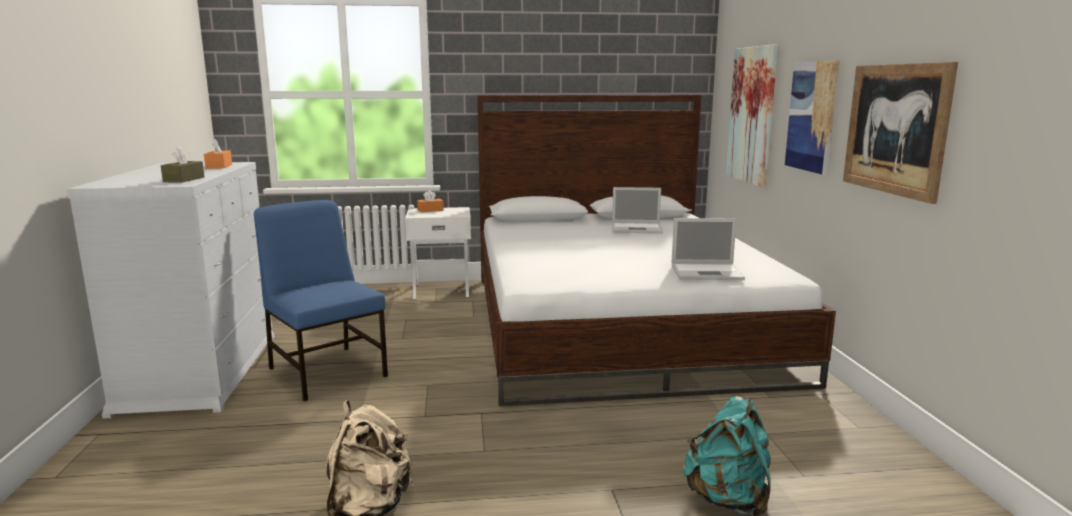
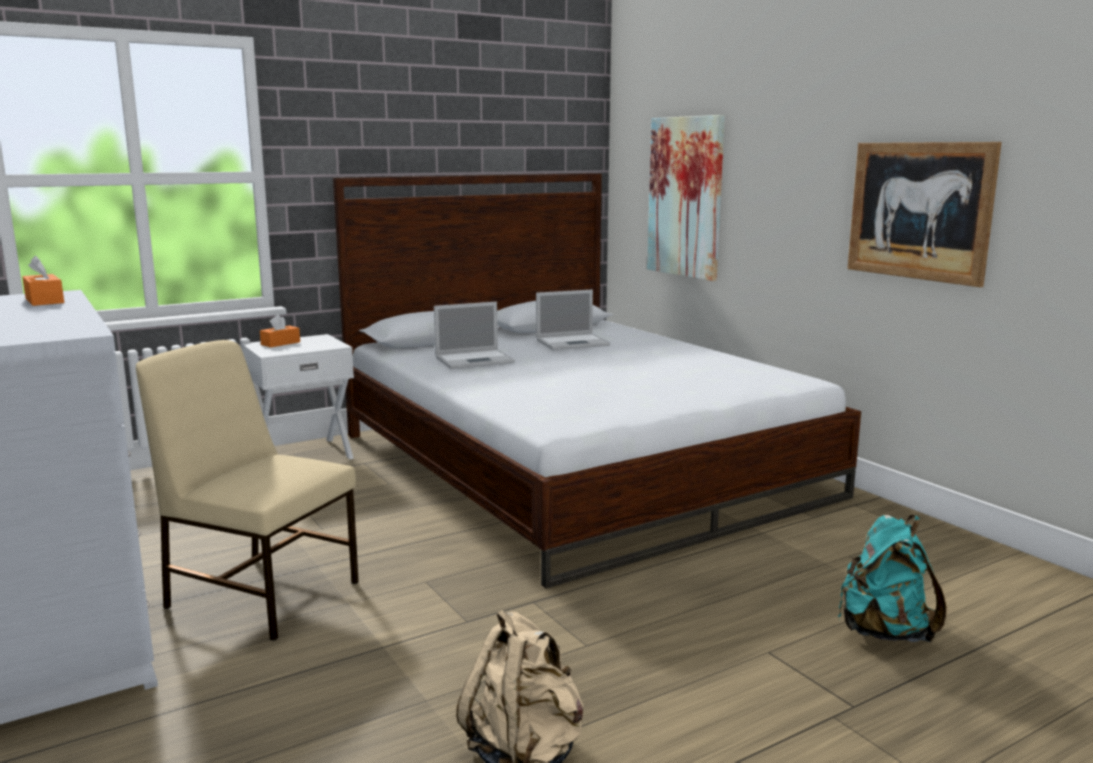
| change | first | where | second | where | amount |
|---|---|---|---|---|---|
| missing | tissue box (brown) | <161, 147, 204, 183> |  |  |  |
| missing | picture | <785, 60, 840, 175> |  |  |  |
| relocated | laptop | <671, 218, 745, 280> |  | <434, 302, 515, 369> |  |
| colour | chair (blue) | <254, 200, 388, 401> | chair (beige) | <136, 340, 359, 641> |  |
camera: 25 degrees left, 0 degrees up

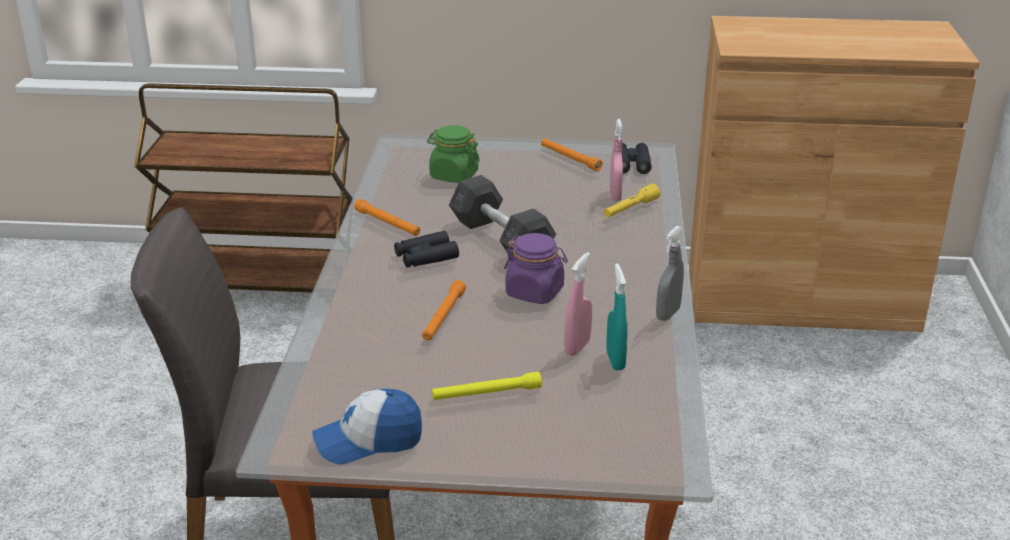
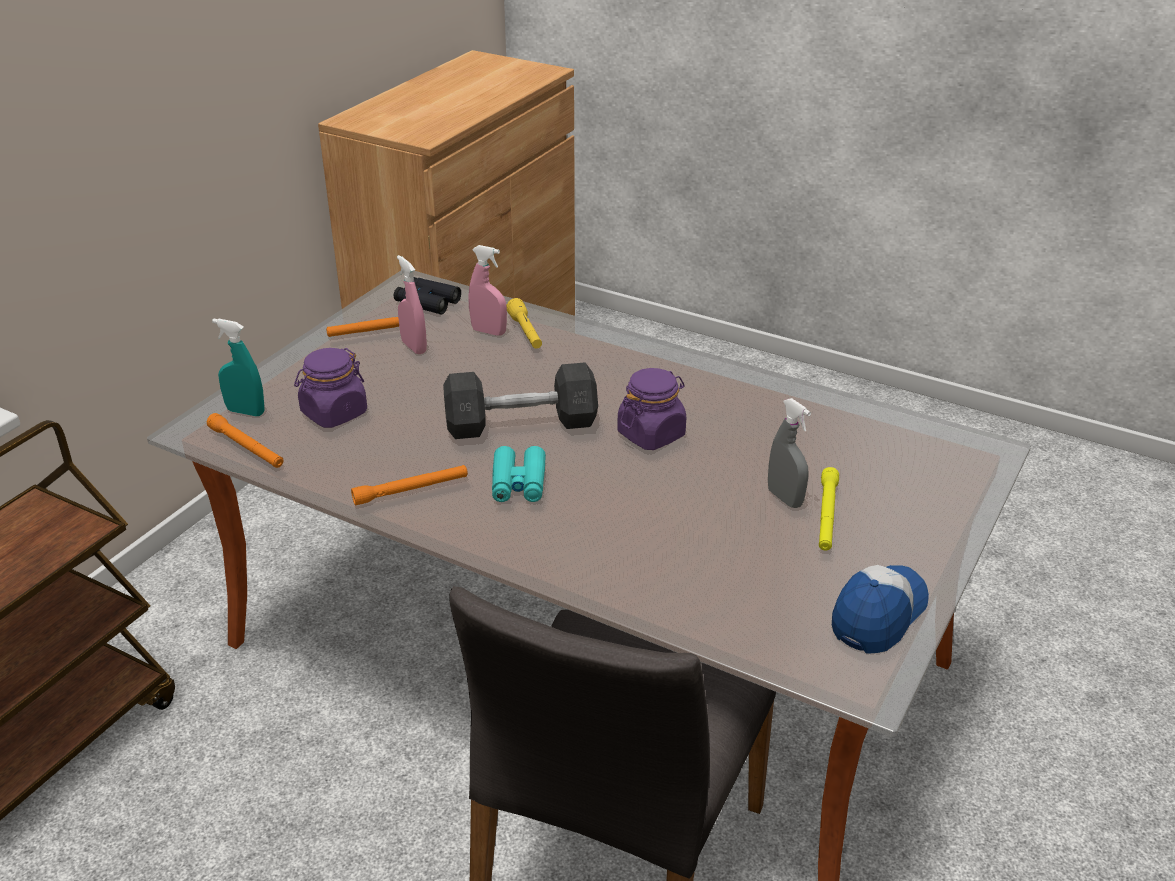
| change | first | where | second | where | amount |
|---|---|---|---|---|---|
| relocated | flashlight (orange) | <422, 280, 466, 340> |  | <207, 413, 284, 468> |  |
| relocated | spray bottle (pink) | <564, 252, 592, 356> |  | <397, 255, 427, 354> |  |
| relocated | spray bottle (turquoise) | <606, 263, 628, 370> |  | <212, 319, 265, 416> |  |
| relocated | spray bottle (grey) | <656, 226, 684, 321> |  | <768, 398, 811, 508> |  |
| colour | binoculars (black) | <394, 231, 459, 268> | binoculars (turquoise) | <492, 446, 546, 502> |  |
| colour | jar (green) | <427, 125, 480, 183> | jar (purple) | <294, 348, 367, 428> |  |
| spun | cap | <312, 389, 422, 465> |  | <832, 565, 929, 654> | 150 degrees counterclockwise |
camera: 65 degrees left, 5 degrees up

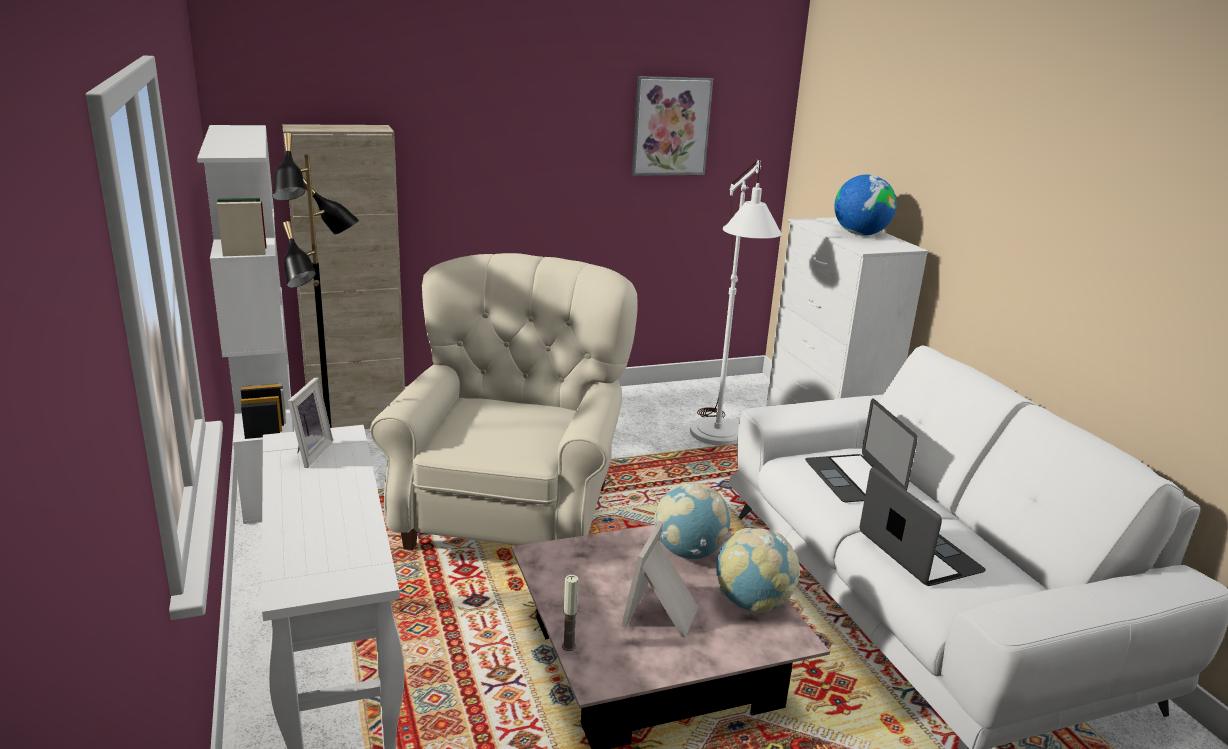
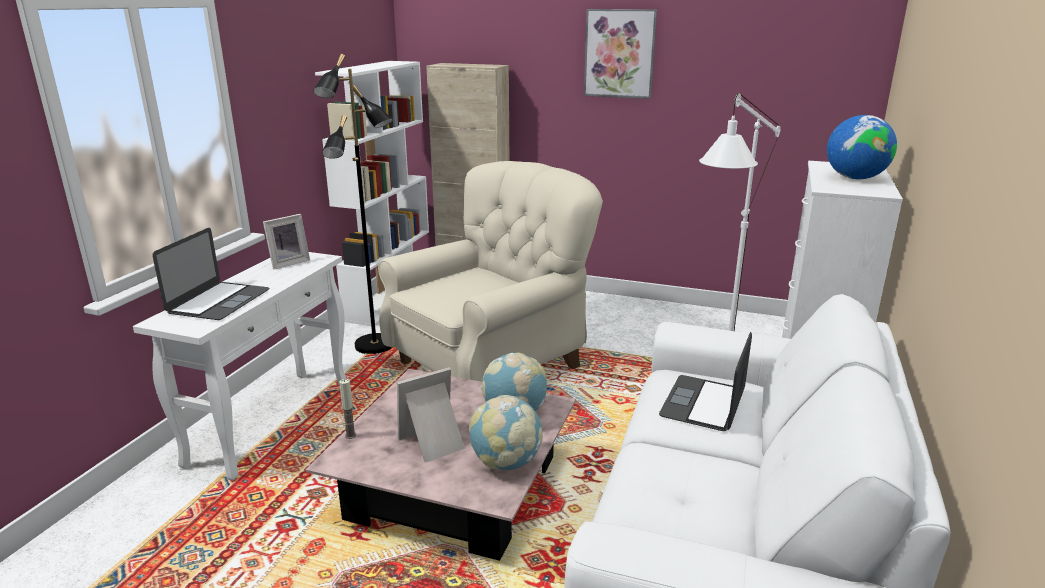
| change | first | where | second | where | amount |
|---|---|---|---|---|---|
| relocated | picture | <632, 76, 713, 176> |  | <584, 9, 657, 99> |  |
| relocated | laptop | <860, 467, 986, 586> |  | <152, 228, 269, 320> |  |
camera: 40 degrees right, 0 degrees up

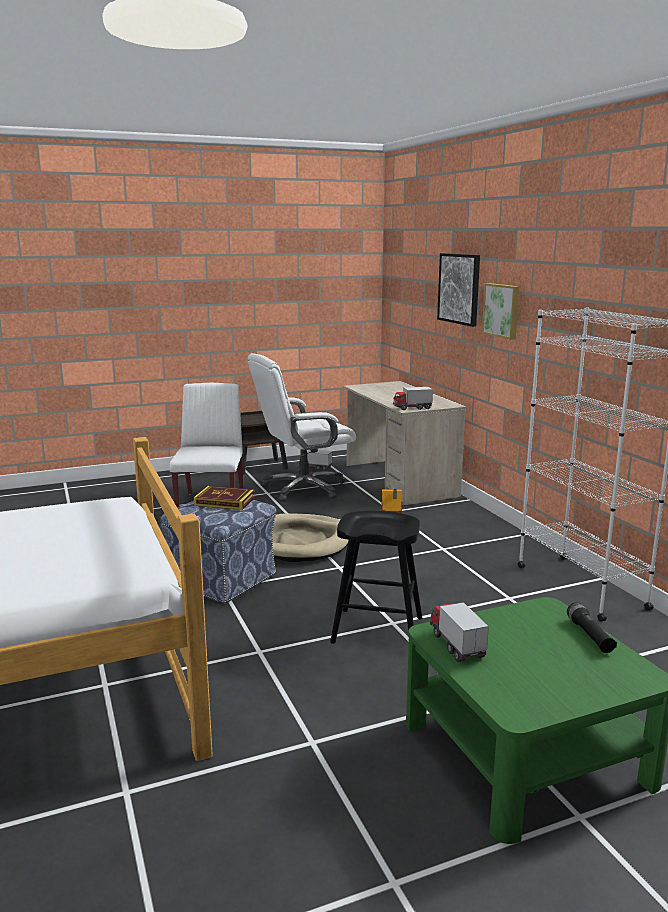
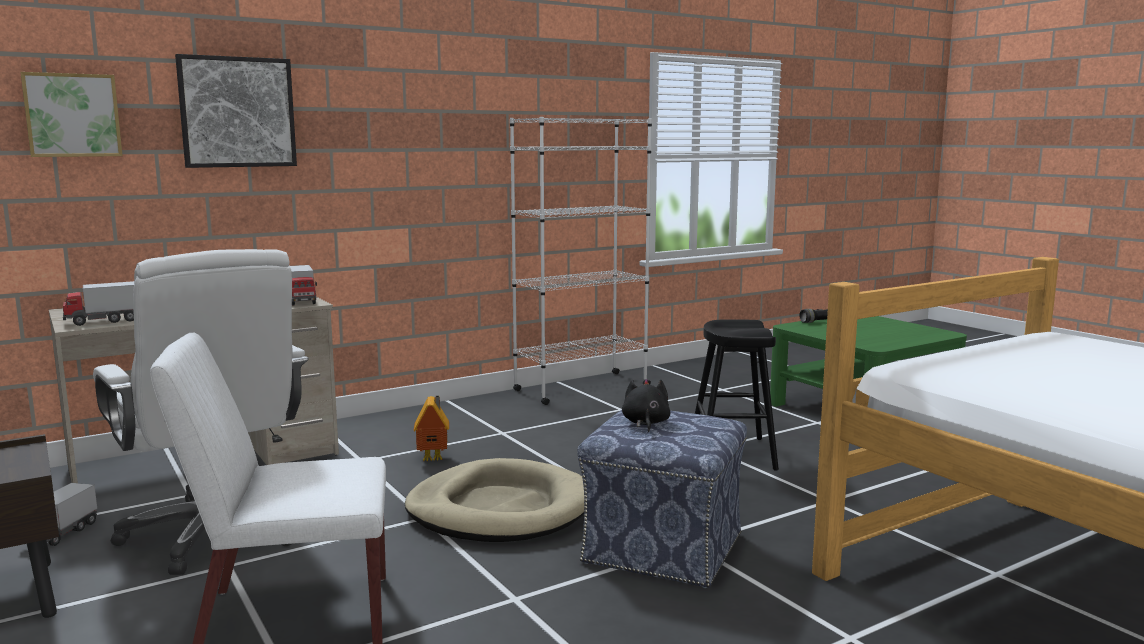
| change | first | where | second | where | amount |
|---|---|---|---|---|---|
| relocated | toy truck | <430, 602, 489, 662> |  | <63, 281, 134, 326> |  |
| relocated | picture | <482, 283, 520, 340> |  | <20, 72, 123, 157> |  |
| exchanged | book | <194, 486, 255, 510> | plush toy (black) | <622, 379, 670, 432> |  |
camera: 100 degrees left, 5 degrees down

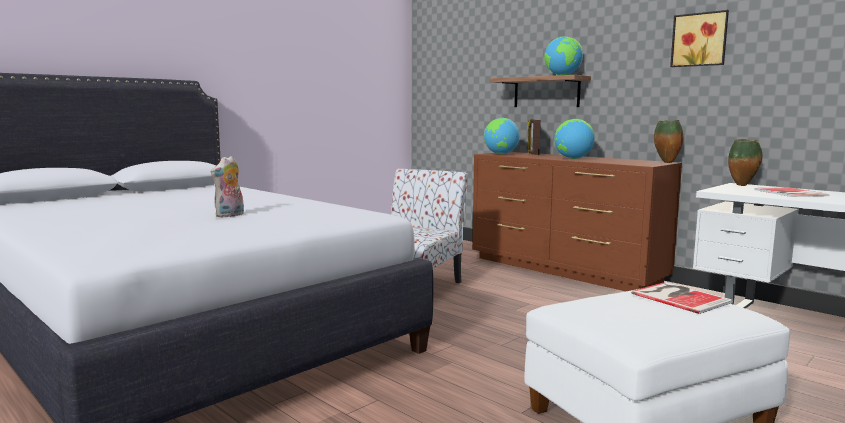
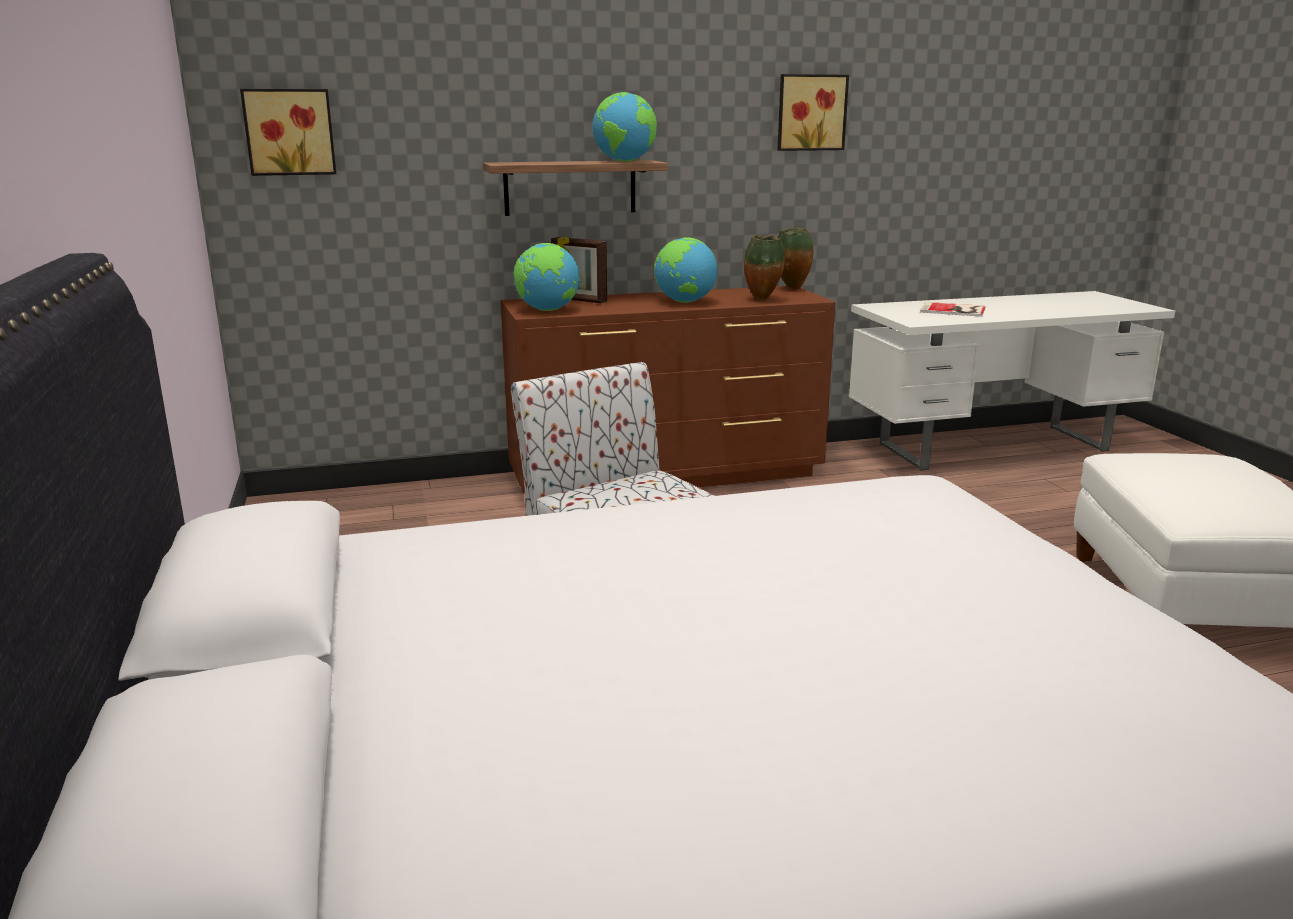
| change | first | where | second | where | amount |
|---|---|---|---|---|---|
| missing | plush toy | <211, 156, 244, 217> |  |  |  |
| missing | book | <631, 282, 733, 314> |  |  |  |
| appeared |  |  | picture | <240, 89, 336, 176> |  |
| relocated | vase | <728, 139, 762, 186> |  | <744, 235, 785, 300> |  |
camera: 60 degrees left, 10 degrees up

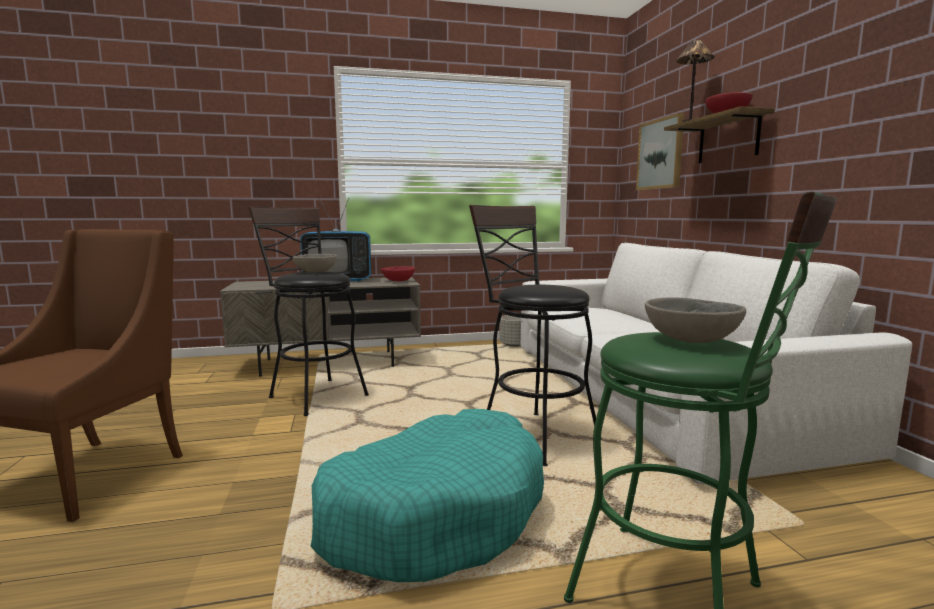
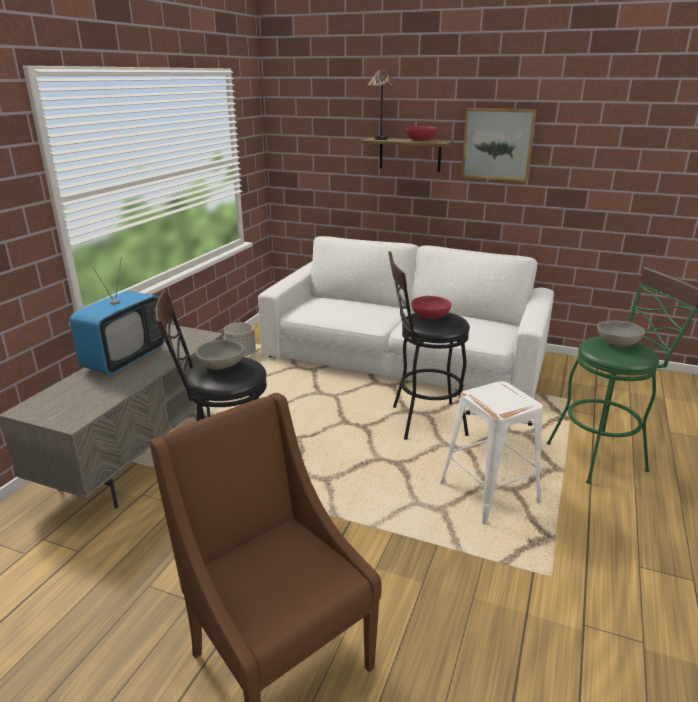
| change | first | where | second | where | amount |
|---|---|---|---|---|---|
| relocated | bowl (red) | <381, 266, 415, 281> |  | <412, 296, 452, 319> |  |
| relocated | picture | <636, 113, 685, 190> |  | <461, 108, 537, 181> |  |
| exchanged | dog bed (turquoise) | <311, 409, 544, 582> | stool (white) | <440, 381, 543, 525> |  |
camera: 55 degrees left, 15 degrees up

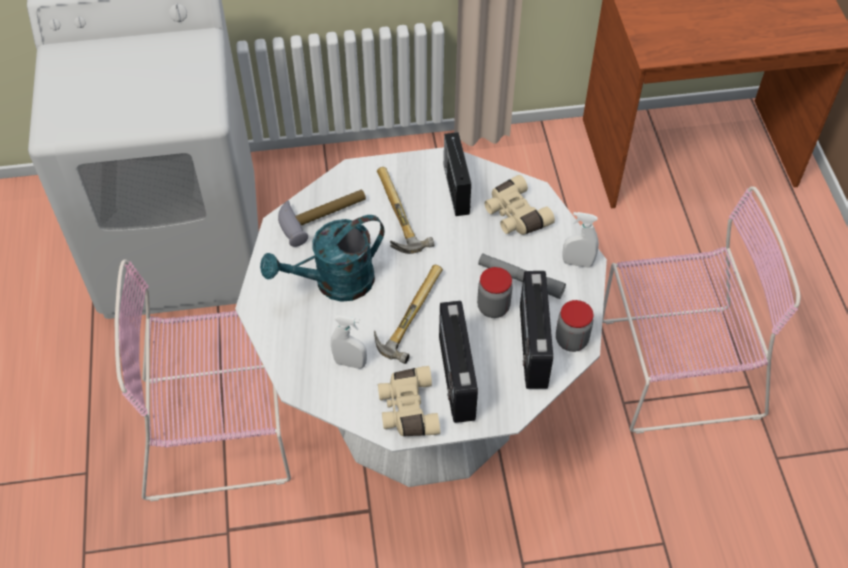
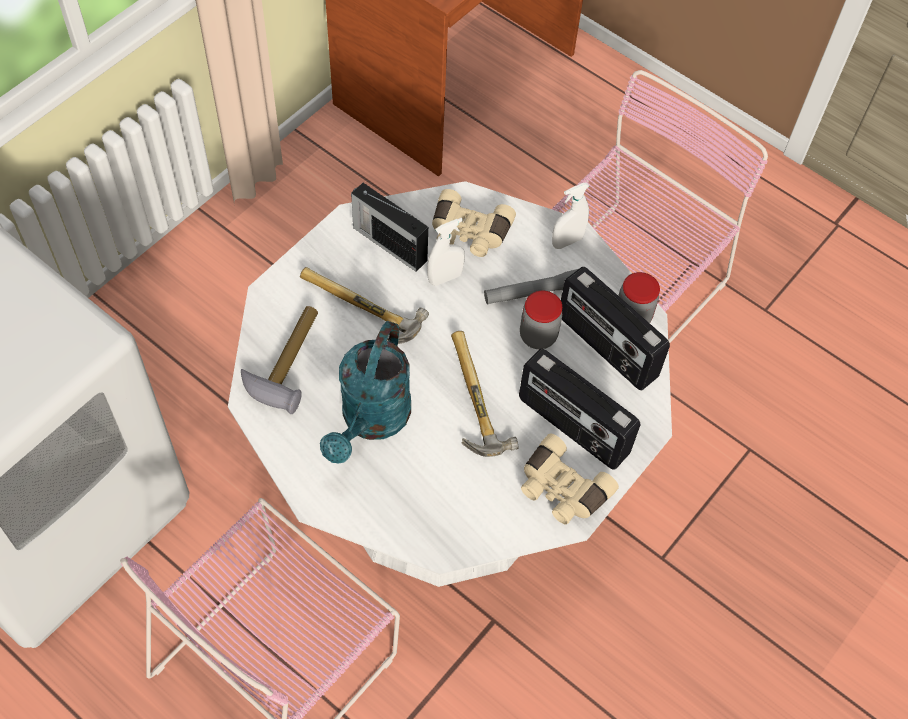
| change | first | where | second | where | amount |
|---|---|---|---|---|---|
| relocated | spray bottle (white) | <331, 315, 367, 369> |  | <427, 218, 465, 286> |  |
camera: 45 degrees left, 5 degrees up

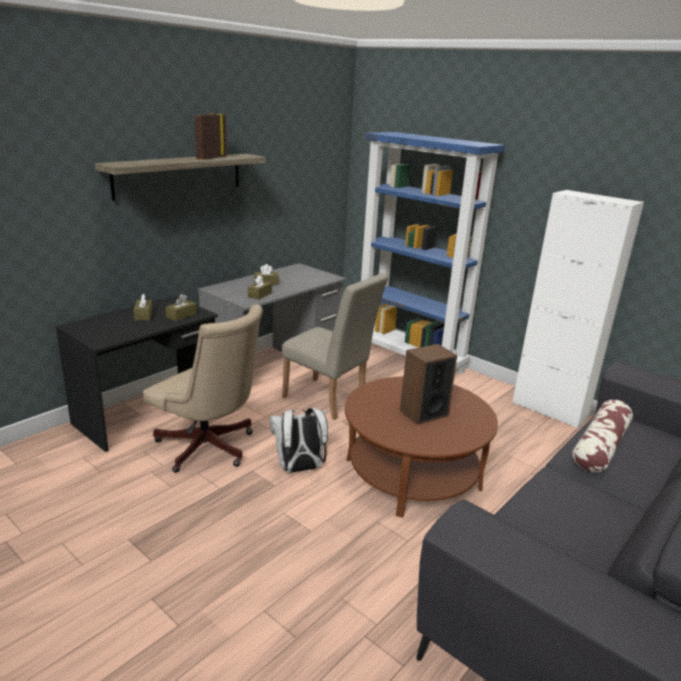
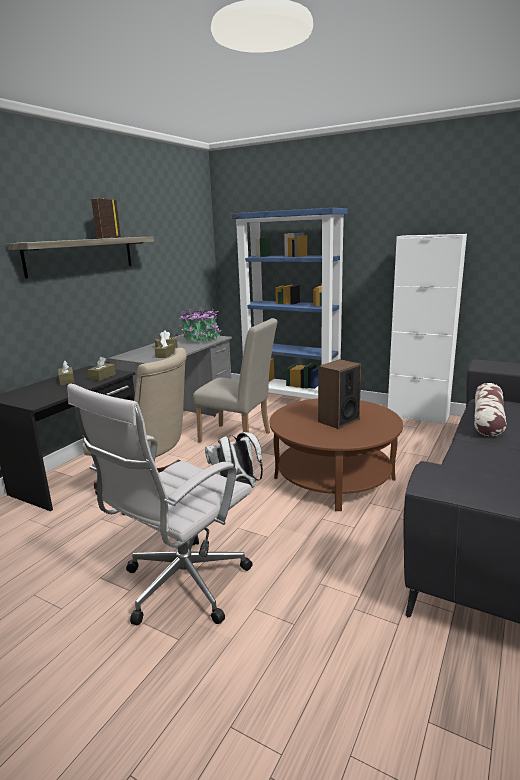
| change | first | where | second | where | amount |
|---|---|---|---|---|---|
| appeared |  |  | office chair (white) | <67, 384, 252, 625> |  |
| appeared |  |  | potted plant | <180, 307, 221, 344> |  |
camera: 10 degrees left, 5 degrees down

